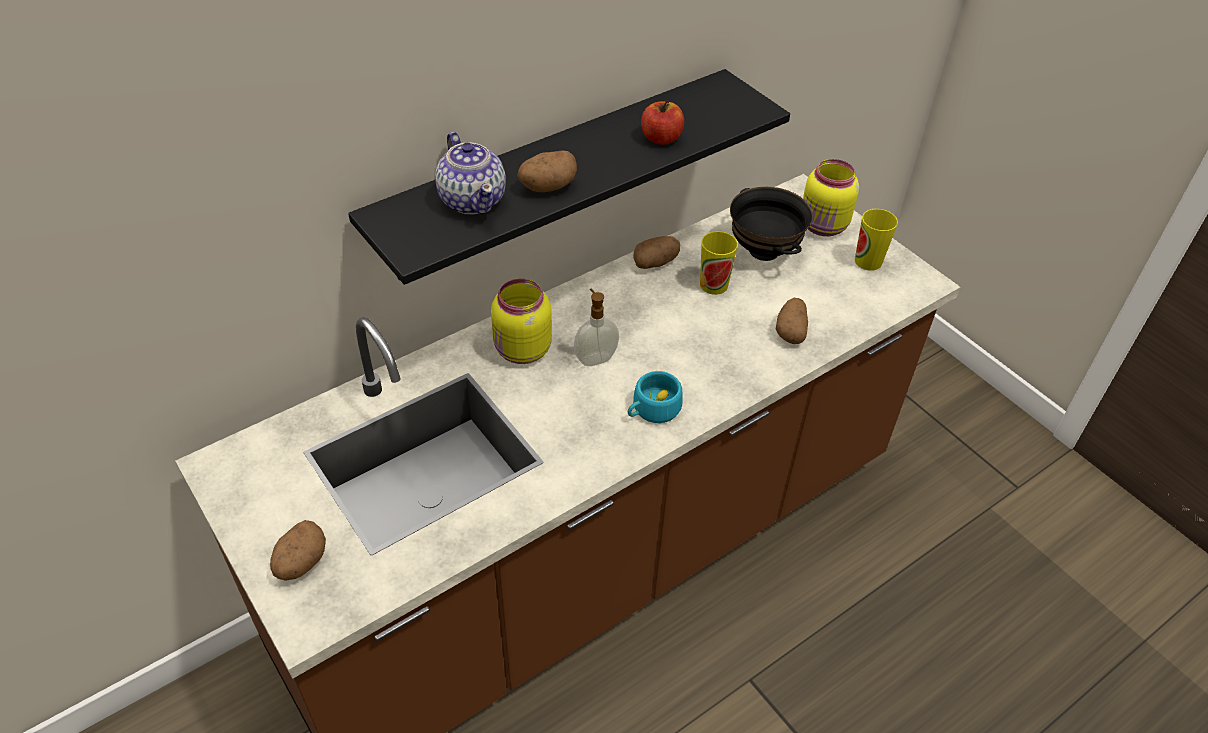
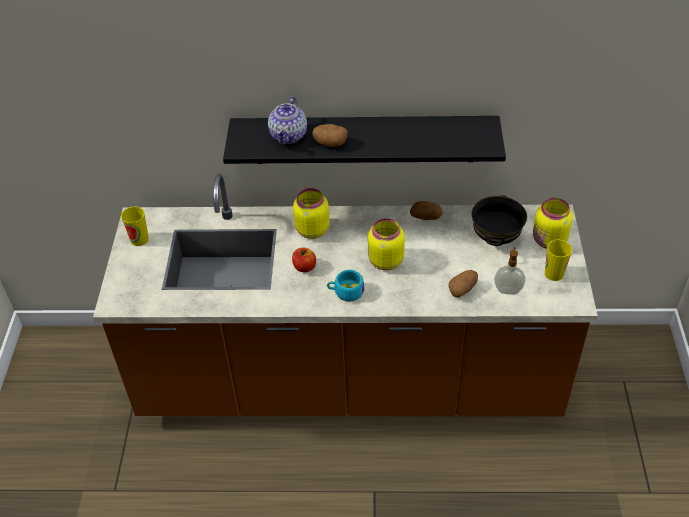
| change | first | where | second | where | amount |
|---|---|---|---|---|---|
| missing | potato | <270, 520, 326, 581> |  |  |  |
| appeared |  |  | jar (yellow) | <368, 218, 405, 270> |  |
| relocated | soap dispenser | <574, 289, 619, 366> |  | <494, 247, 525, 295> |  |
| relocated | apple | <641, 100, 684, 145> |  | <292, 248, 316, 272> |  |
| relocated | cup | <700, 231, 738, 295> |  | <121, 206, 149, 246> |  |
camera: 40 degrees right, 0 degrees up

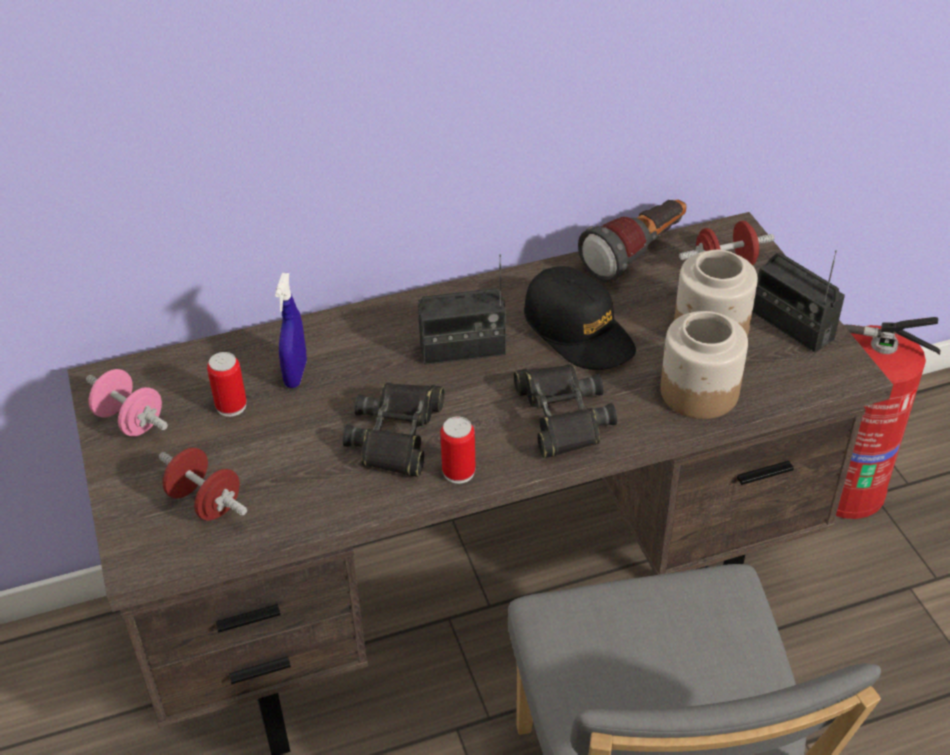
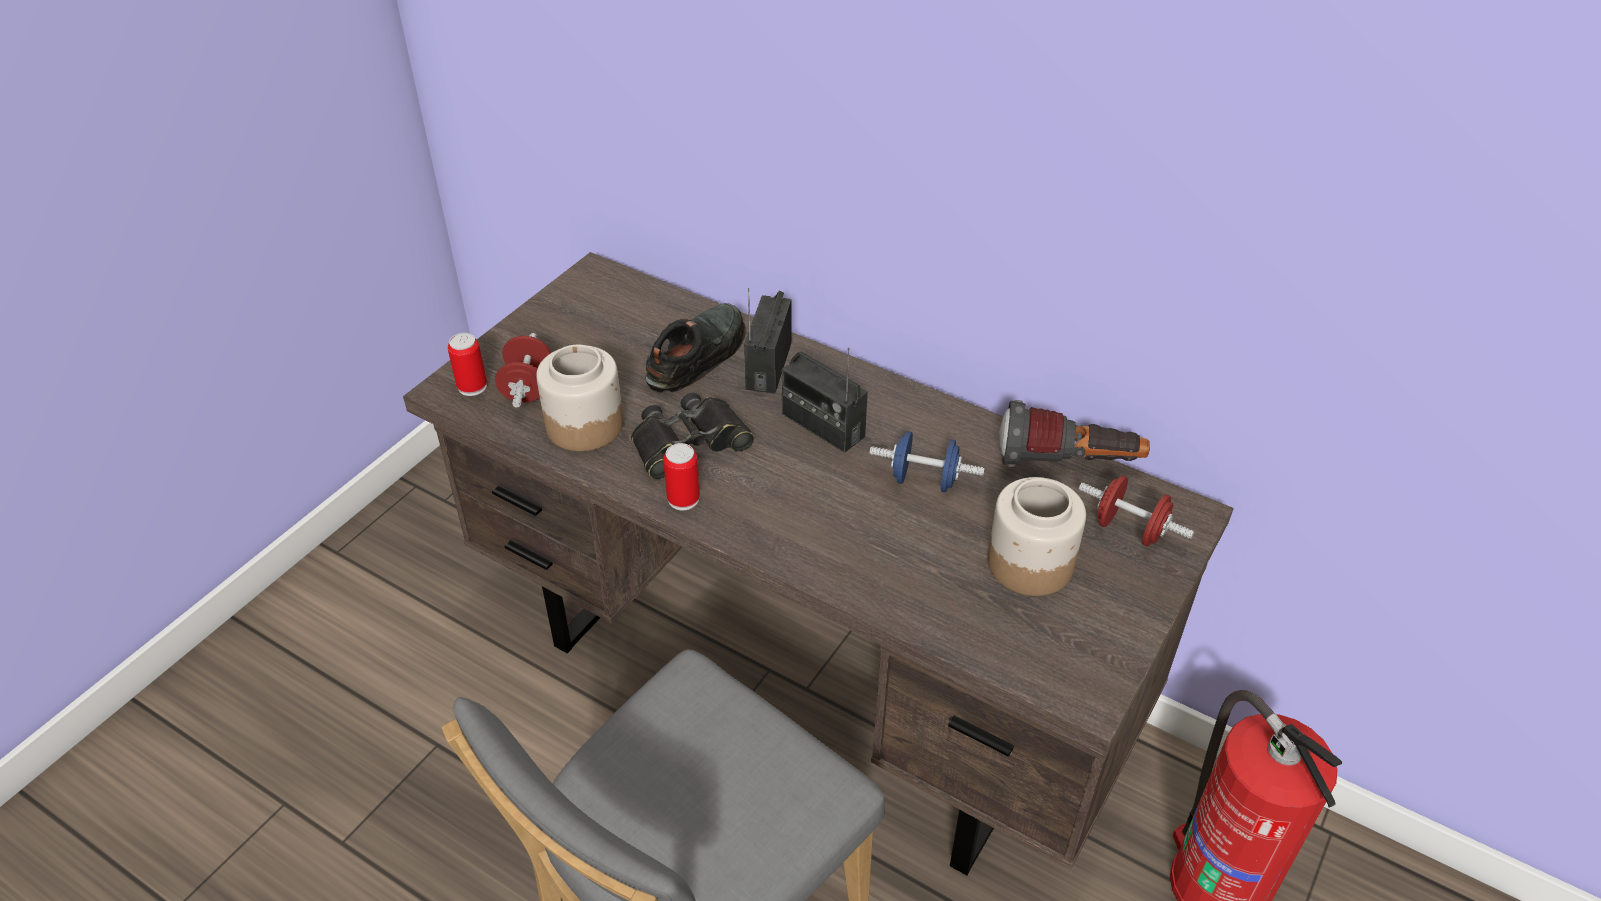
| change | first | where | second | where | amount |
|---|---|---|---|---|---|
| missing | dumbbell (pink) | <86, 369, 168, 436> |  |  |  |
| missing | binoculars (black) | <514, 364, 617, 458> |  |  |  |
| relocated | can | <207, 352, 247, 417> |  | <448, 333, 487, 396> |  |
| relocated | jar | <660, 311, 748, 419> |  | <536, 345, 623, 451> |  |
| relocated | radio | <753, 250, 845, 353> |  | <744, 288, 791, 394> |  |
| exchanged | spray bottle (blue) | <275, 273, 307, 388> | shoe (black) | <645, 303, 746, 393> |  |
| exchanged | cap (black) | <524, 266, 636, 370> | dumbbell (blue) | <869, 431, 985, 492> |  |
camera: 50 degrees right, 0 degrees up

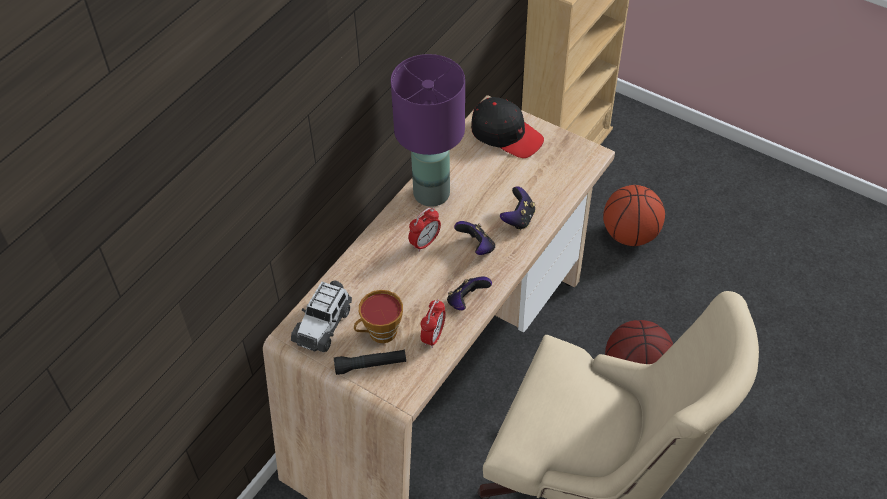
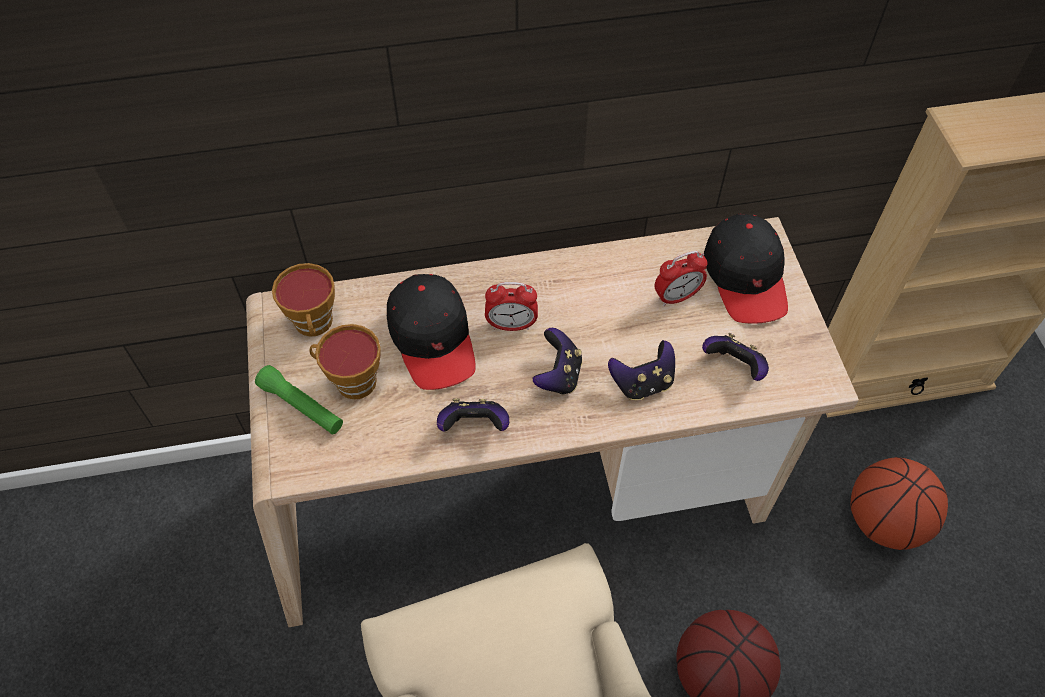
| change | first | where | second | where | amount |
|---|---|---|---|---|---|
| missing | table lamp (purple) | <391, 54, 465, 207> |  |  |  |
| appeared |  |  | cap (black) | <387, 274, 476, 390> |  |
| appeared |  |  | game controller | <702, 333, 769, 381> |  |
| relocated | alarm clock | <421, 299, 446, 348> |  | <655, 251, 708, 306> |  |
| exchanged | toy car | <291, 281, 352, 352> | cup | <272, 263, 335, 337> |  |
| colour | flashlight (black) | <334, 350, 406, 375> | flashlight (green) | <255, 365, 343, 434> |  |
camera: 45 degrees right, 5 degrees up

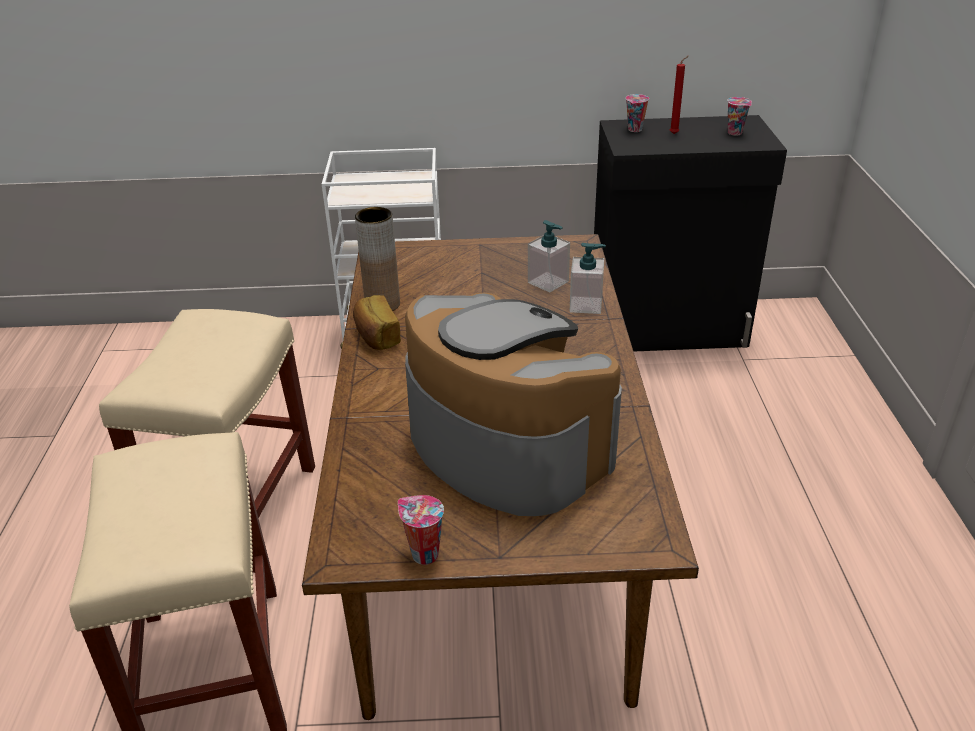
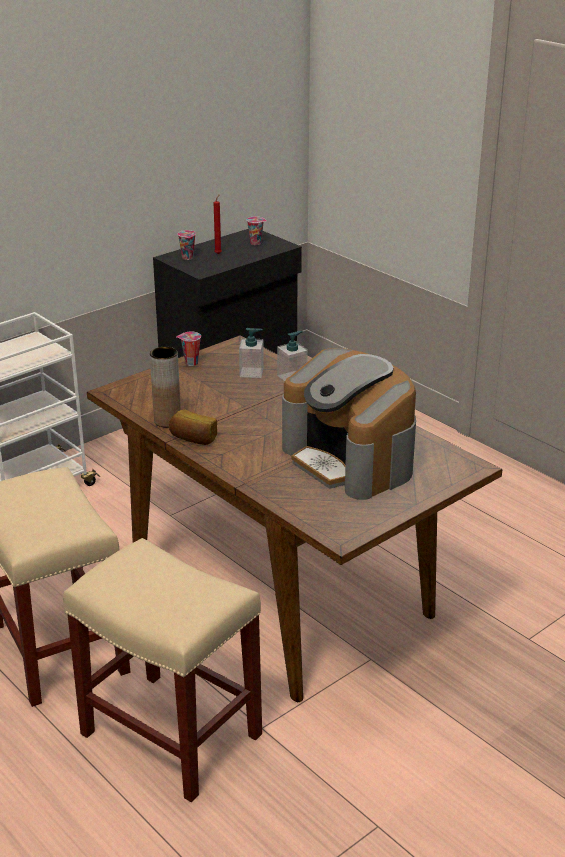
| change | first | where | second | where | amount |
|---|---|---|---|---|---|
| relocated | cup | <398, 495, 444, 565> |  | <176, 332, 201, 366> |  |
| spun | coffee machine | <405, 293, 622, 516> |  | <282, 348, 416, 500> | 135 degrees counterclockwise |
camera: 40 degrees left, 5 degrees down

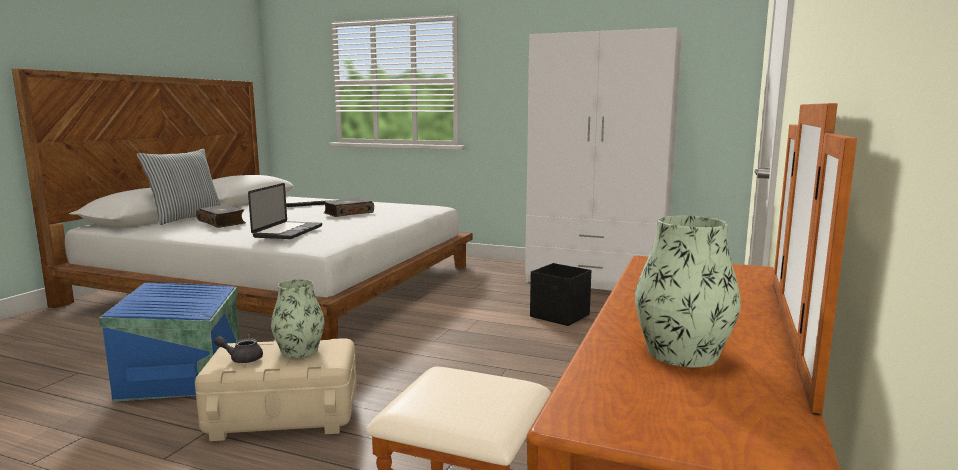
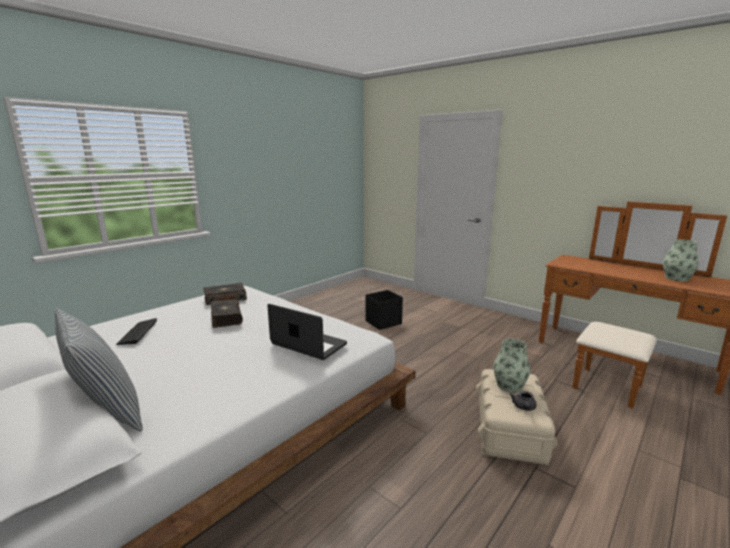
| change | first | where | second | where | amount |
|---|---|---|---|---|---|
| missing | storage box (blue) | <99, 283, 240, 402> |  |  |  |
| missing | wardrobe (white) | <525, 28, 682, 291> |  |  |  |
| relocated | book | <196, 205, 246, 228> |  | <203, 283, 247, 305> |  |
camera: 70 degrees left, 5 degrees up

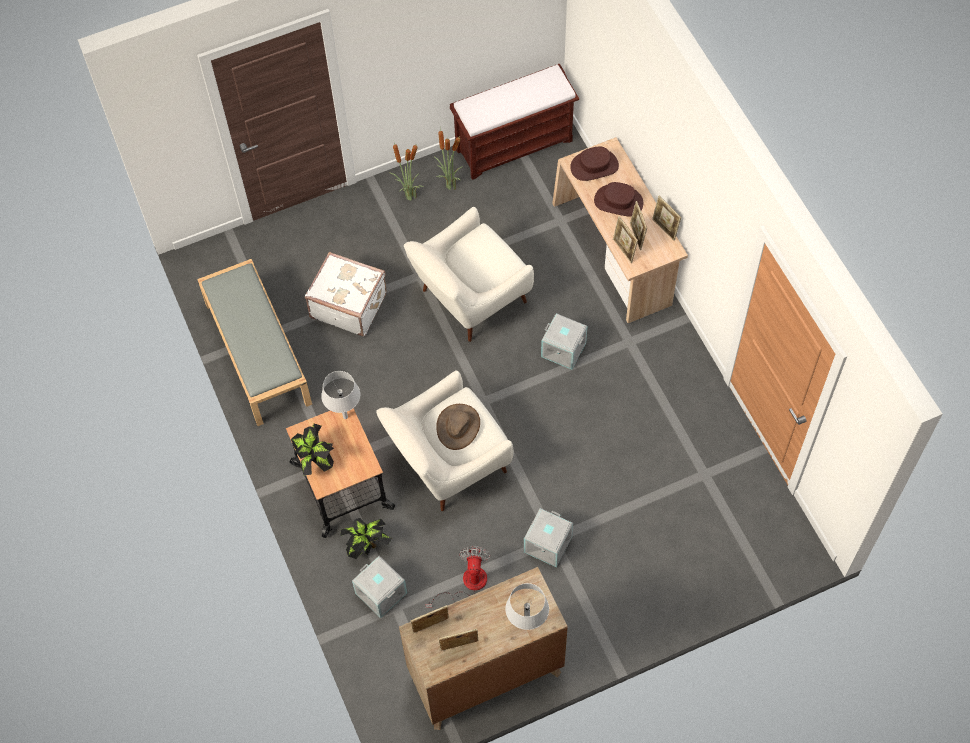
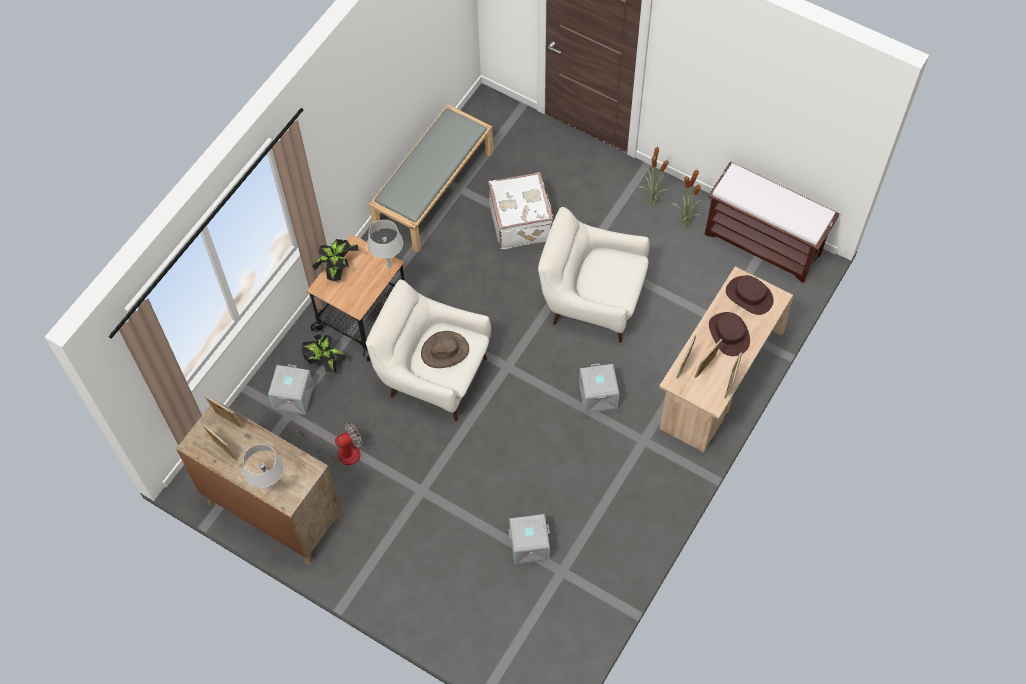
| change | first | where | second | where | amount |
|---|---|---|---|---|---|
| relocated | storage box (grey) | <524, 508, 573, 567> |  | <509, 514, 550, 564> |  |
camera: 55 degrees right, 0 degrees up

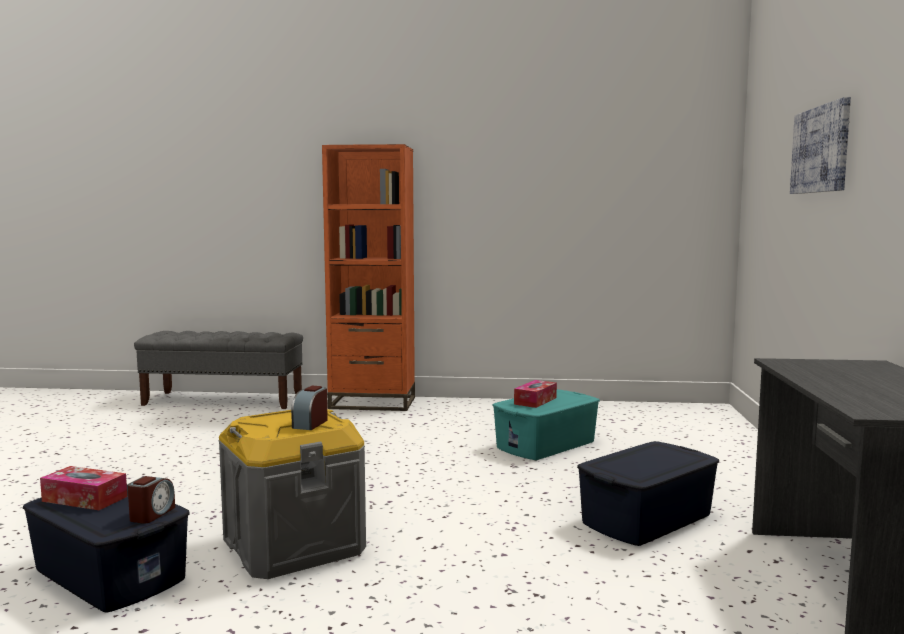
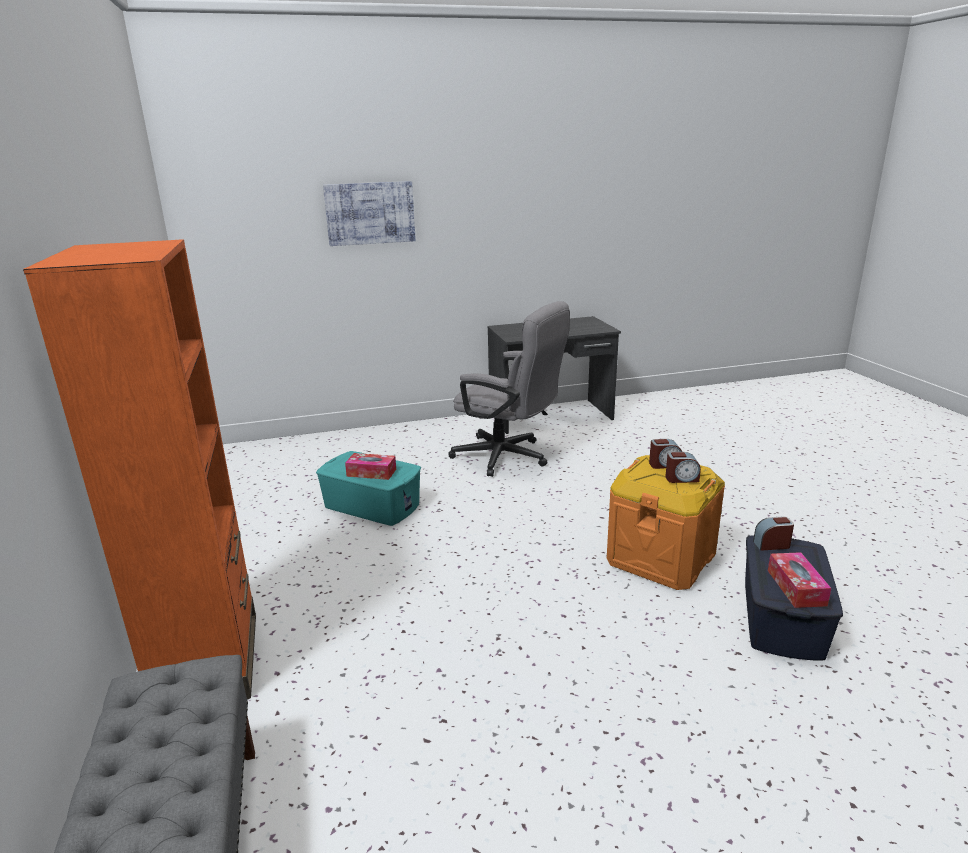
| change | first | where | second | where | amount |
|---|---|---|---|---|---|
| appeared |  |  | alarm clock | <665, 452, 701, 483> |  |
| exchanged | storage box (blue) | <577, 441, 719, 546> | office chair (grey) | <448, 301, 570, 477> |  |
| colour | storage box (grey) | <219, 409, 366, 579> | storage box (orange) | <607, 455, 725, 590> |  |
camera: 110 degrees left, 15 degrees up

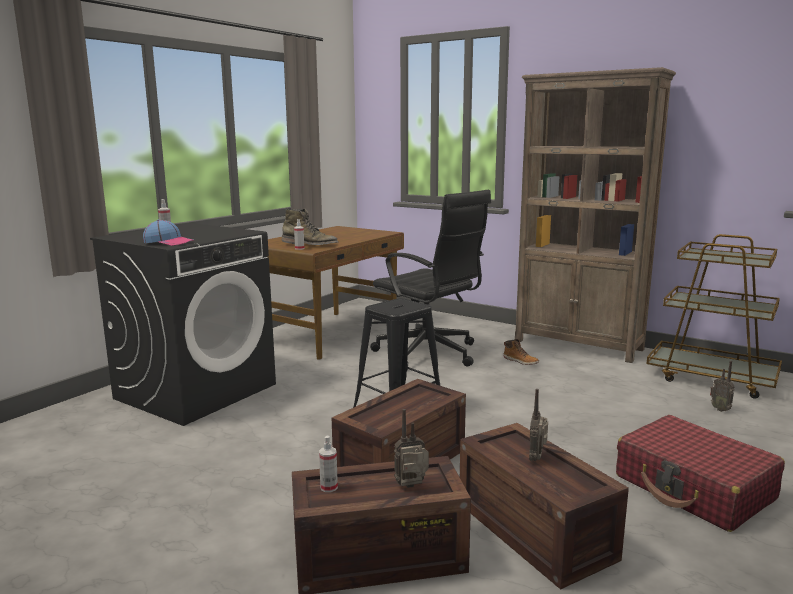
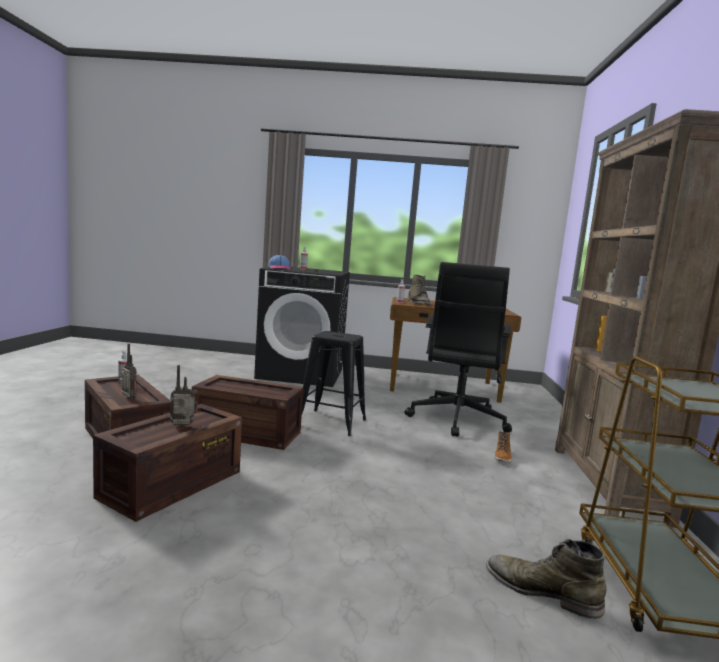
| change | first | where | second | where | amount |
|---|---|---|---|---|---|
| missing | suitcase (red) | <616, 415, 785, 532> |  |  |  |
| exchanged | radio | <710, 361, 735, 412> | boot (green) | <486, 539, 606, 619> |  |
camera: 60 degrees right, 5 degrees down

